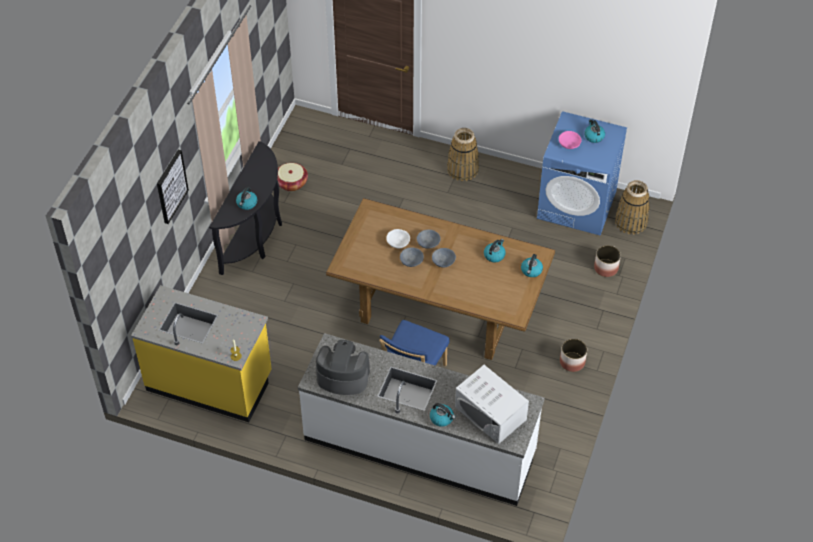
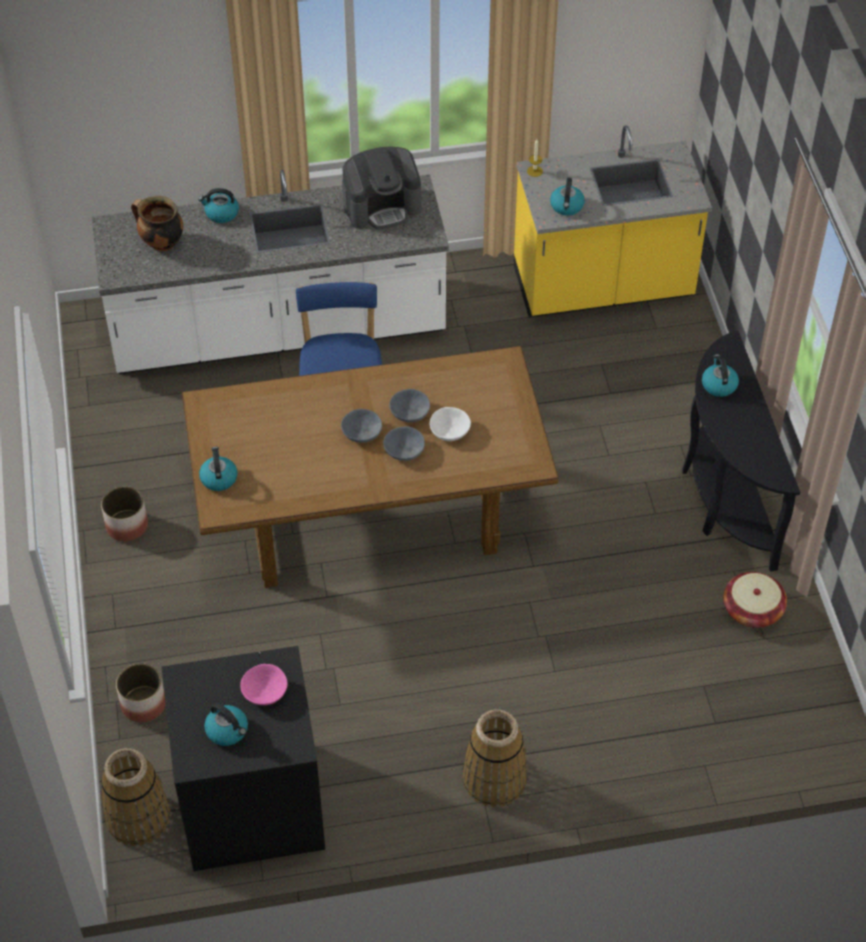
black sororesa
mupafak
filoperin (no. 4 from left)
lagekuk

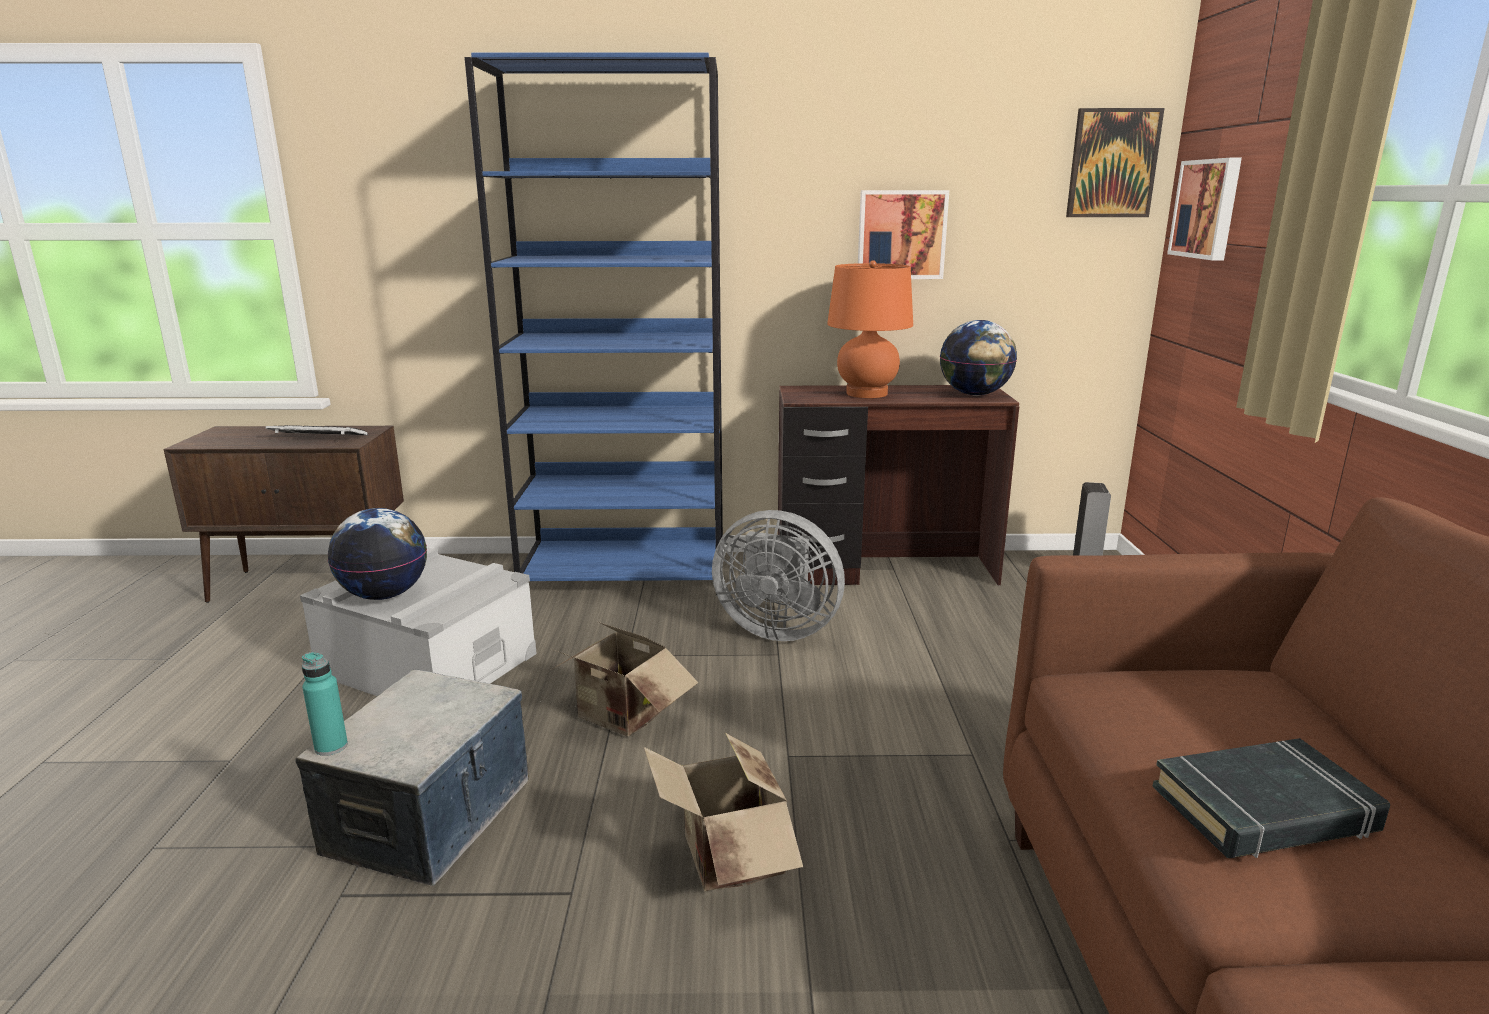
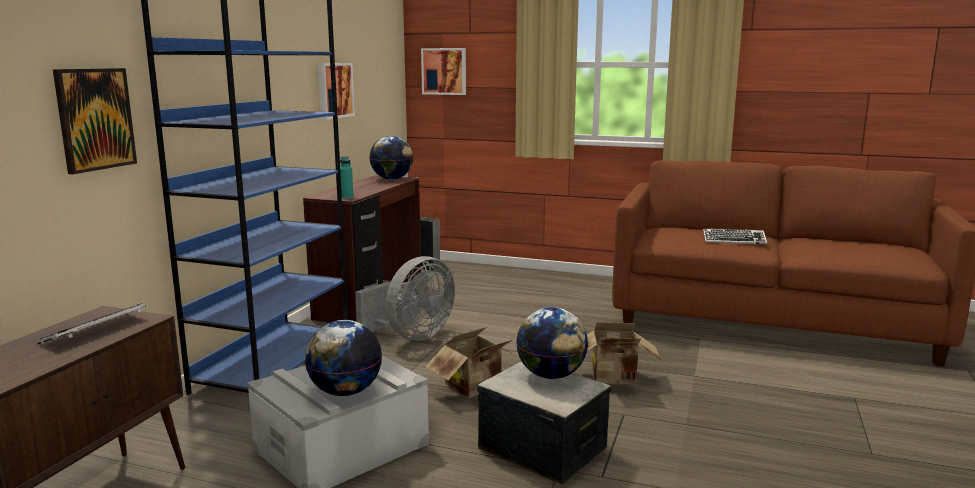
mupafak (no. 1 from left)
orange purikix
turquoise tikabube
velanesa (no. 2 from left)
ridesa (no. 3 from left)

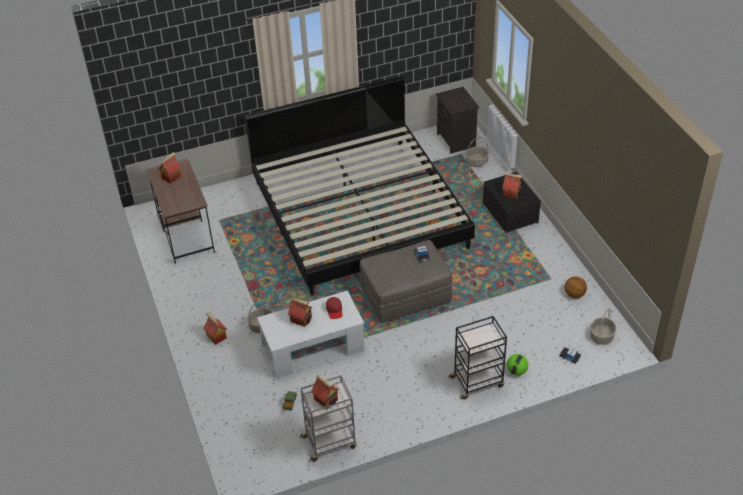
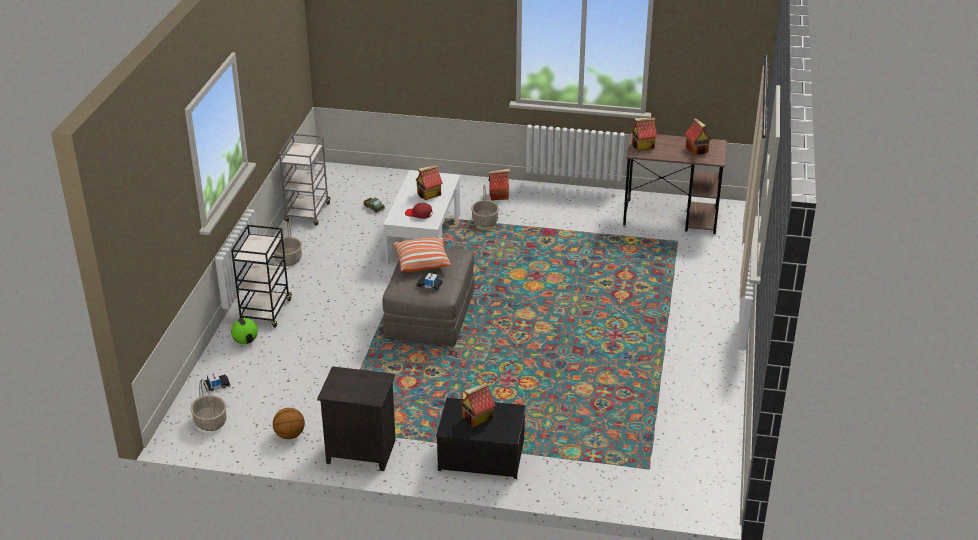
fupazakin
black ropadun
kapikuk (no. 2 from left)
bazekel (no. 4 from left)
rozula

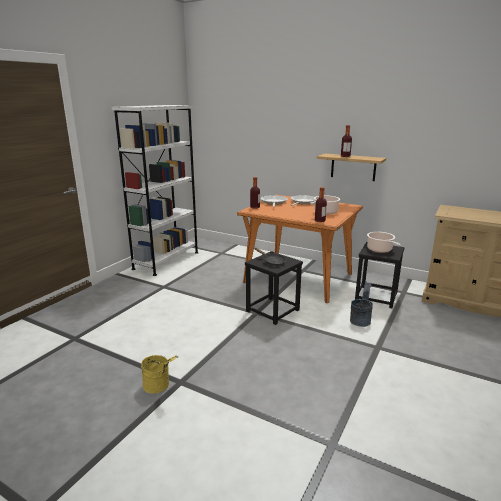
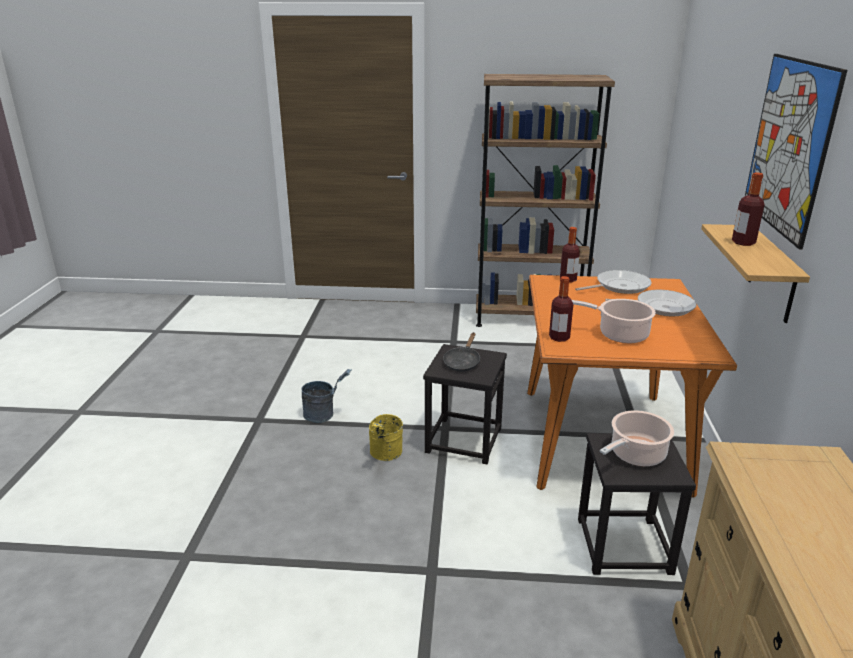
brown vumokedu
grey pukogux
yellow pukogux
mupafak

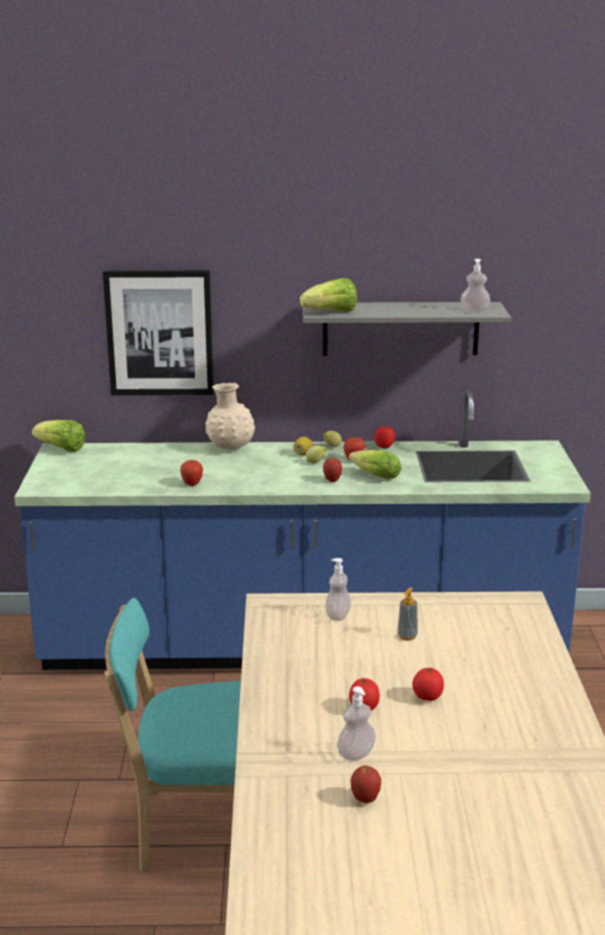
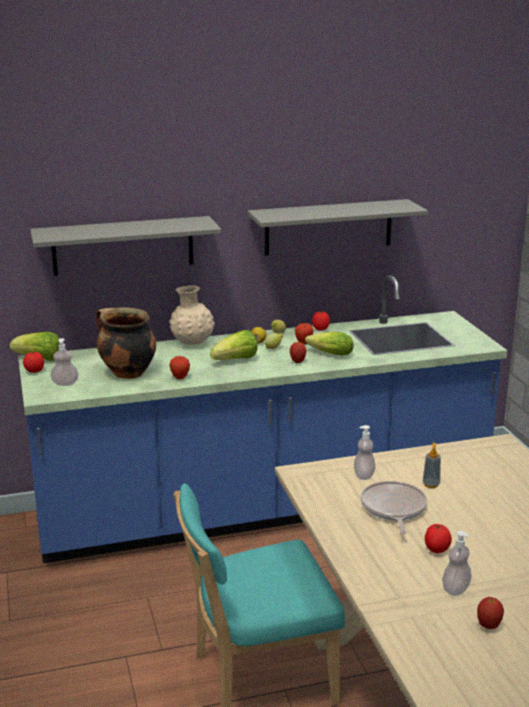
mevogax (no. 1 from left)
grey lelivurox (no. 1 from left)
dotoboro (no. 2 from left)
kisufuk (no. 1 from left)
lagekuk
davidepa

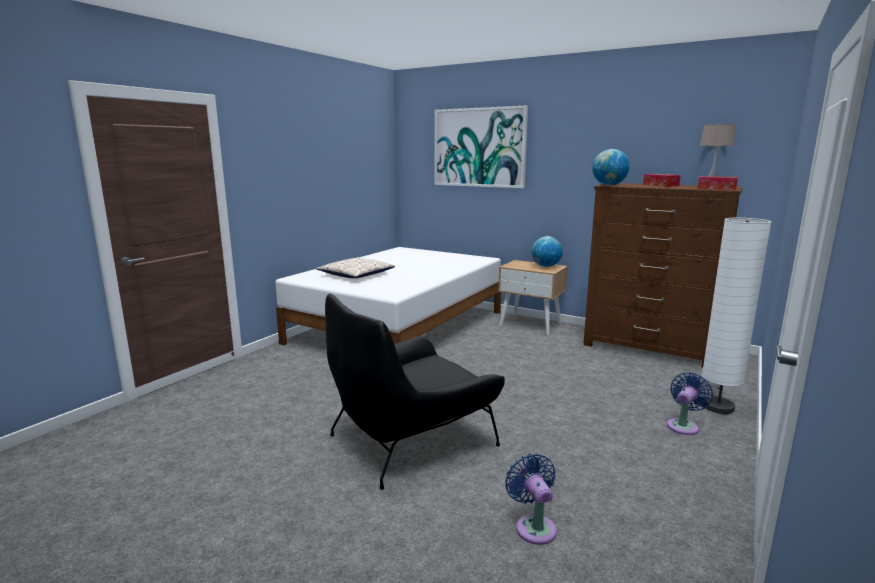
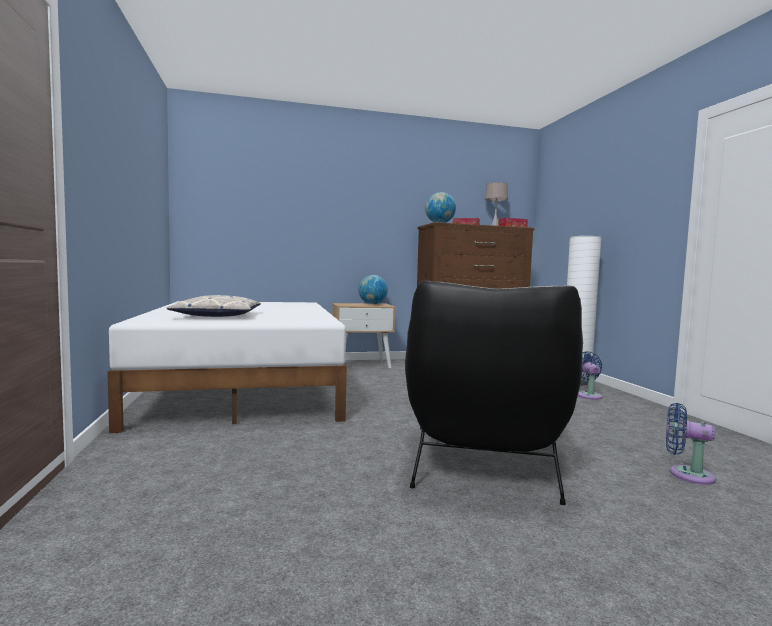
mupafak

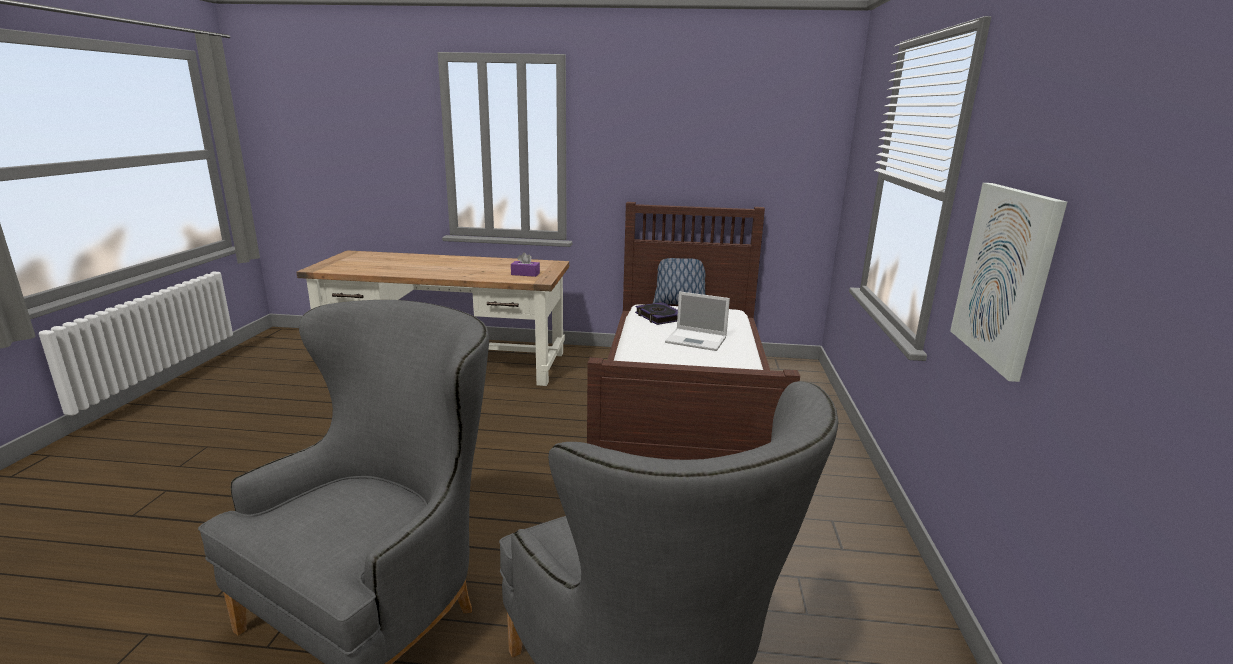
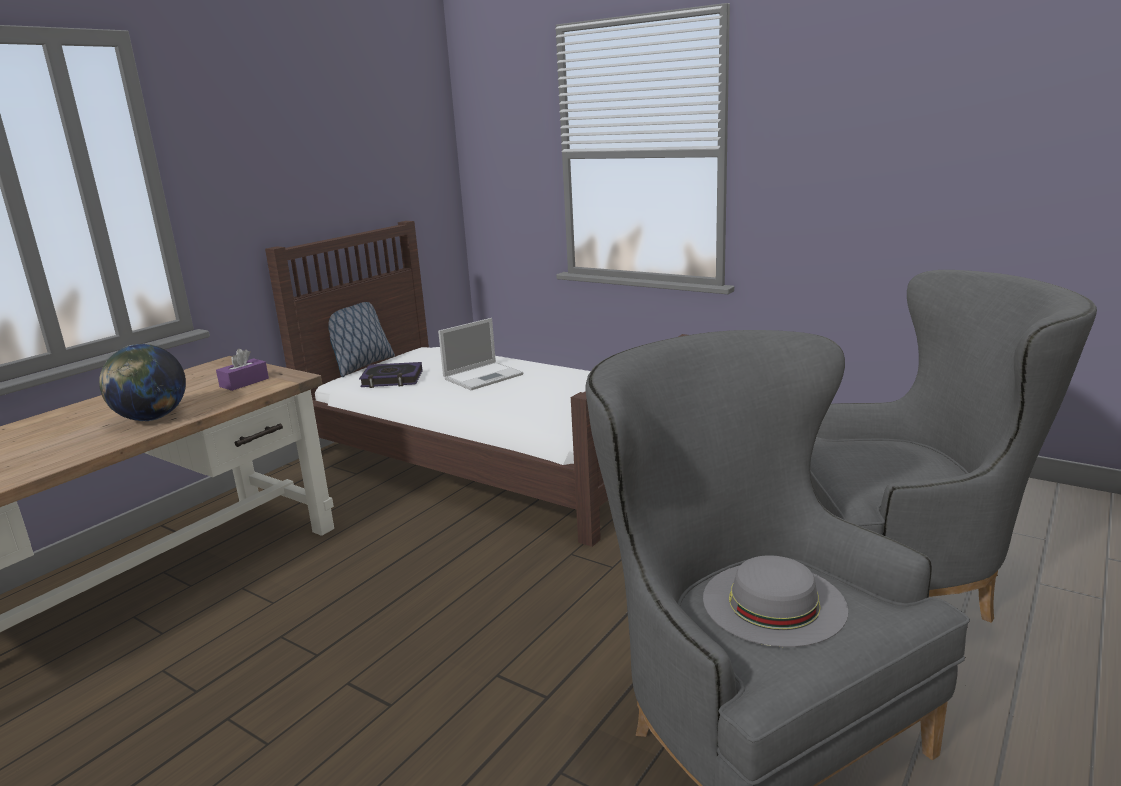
mupafak
ridesa
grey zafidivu

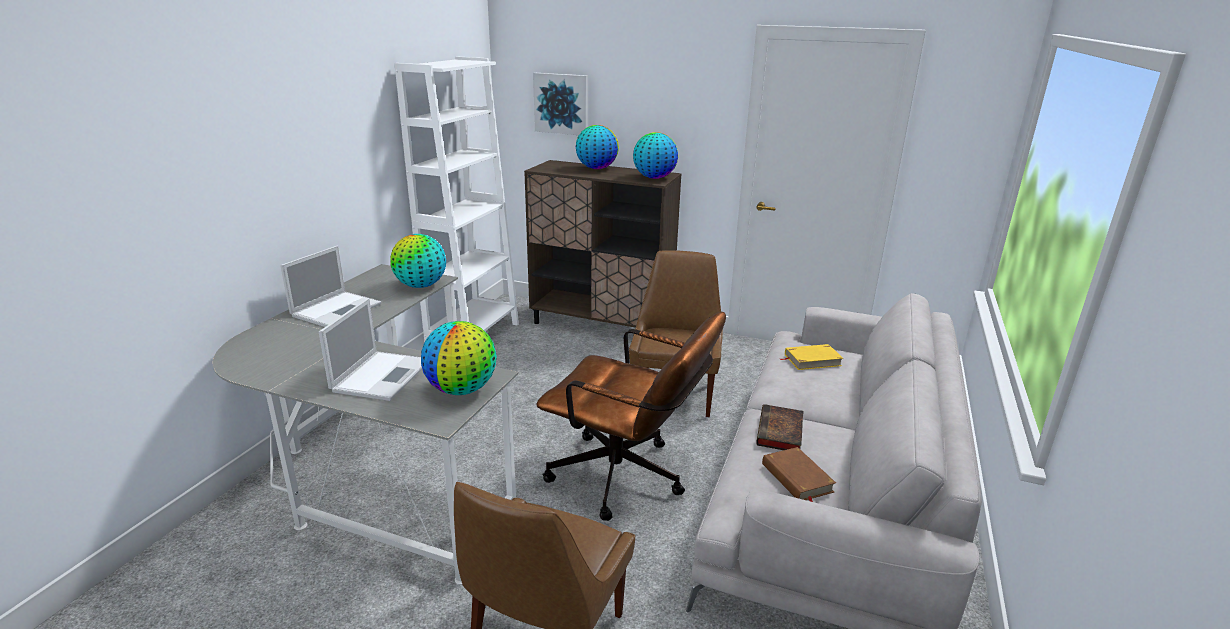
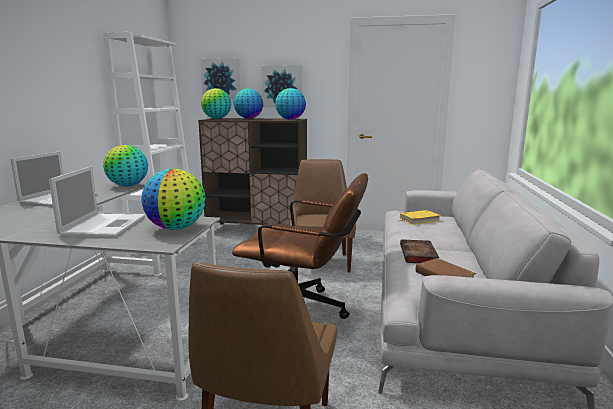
mupafak (no. 2 from left)
ridesa (no. 3 from left)

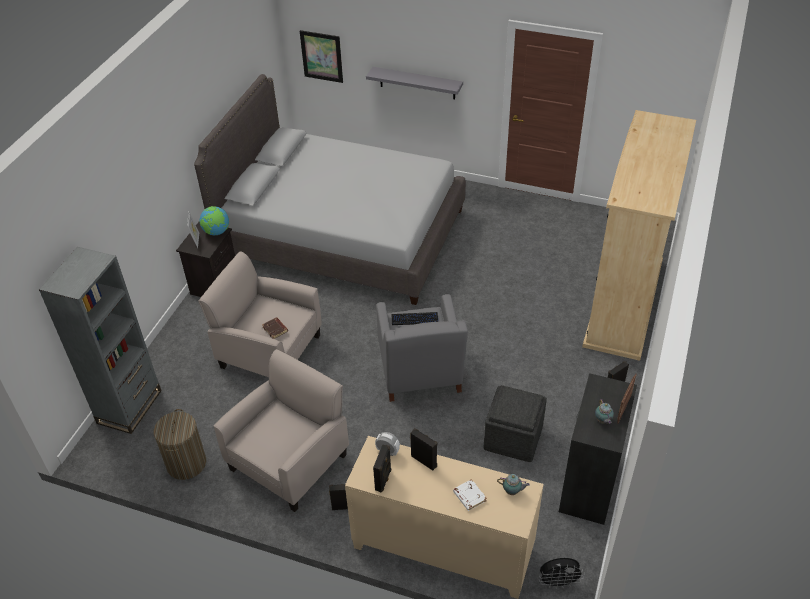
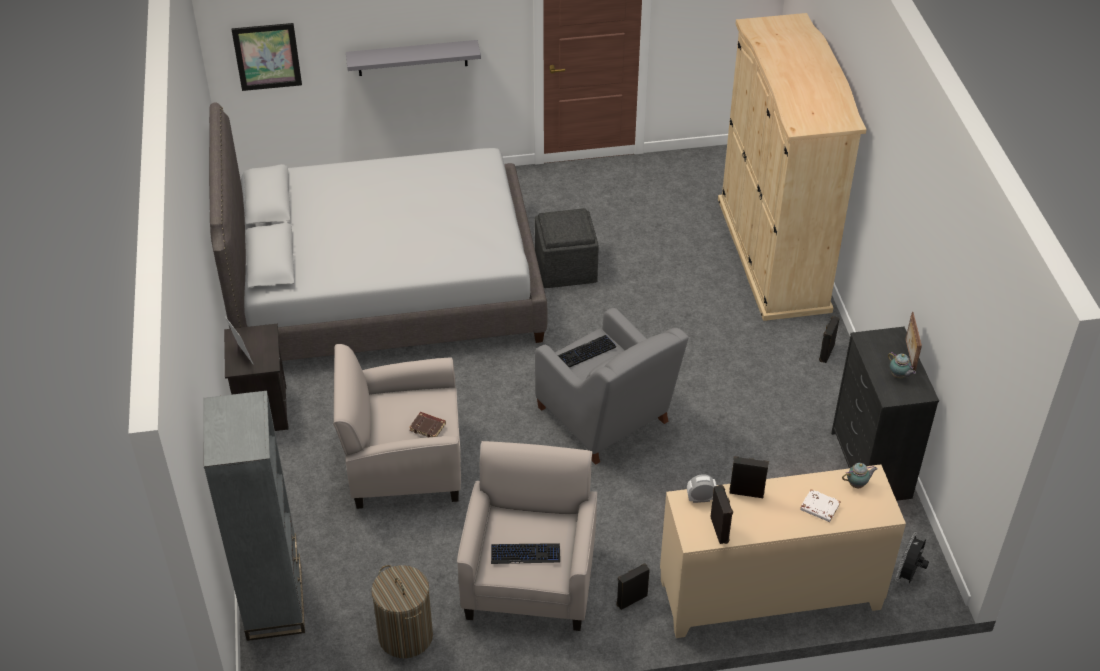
ridesa
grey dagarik
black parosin
velanesa (no. 1 from left)

